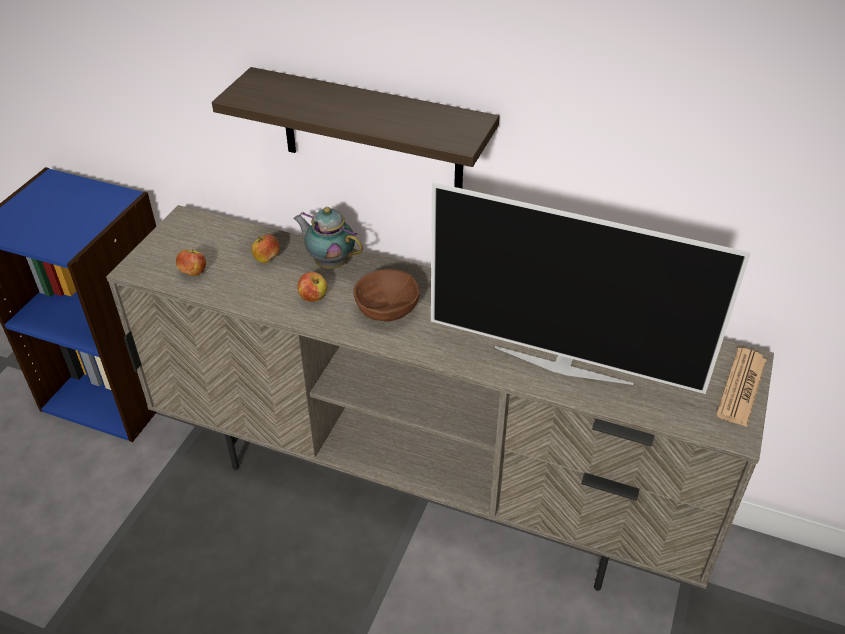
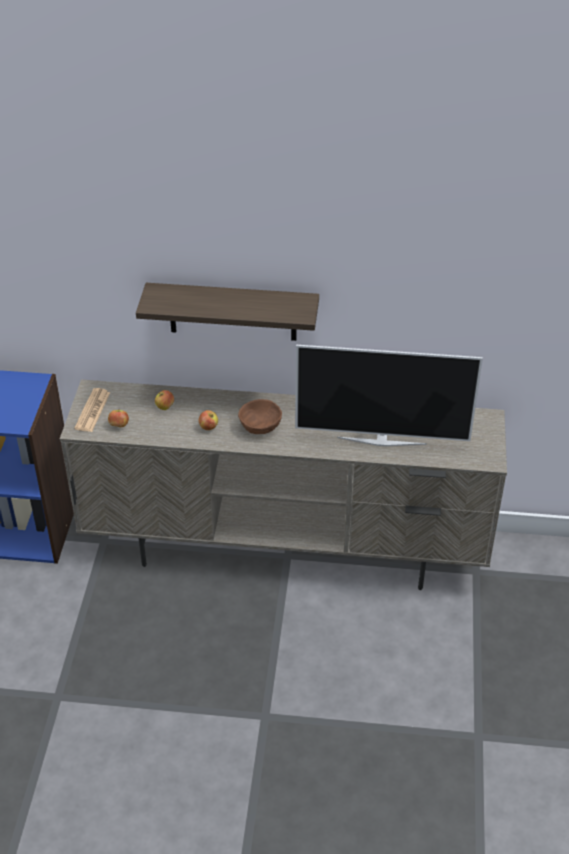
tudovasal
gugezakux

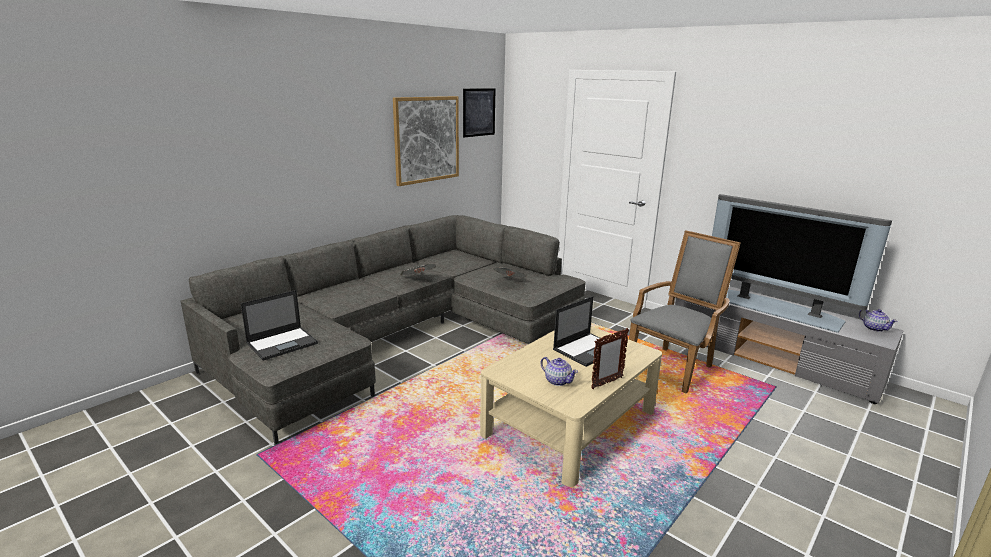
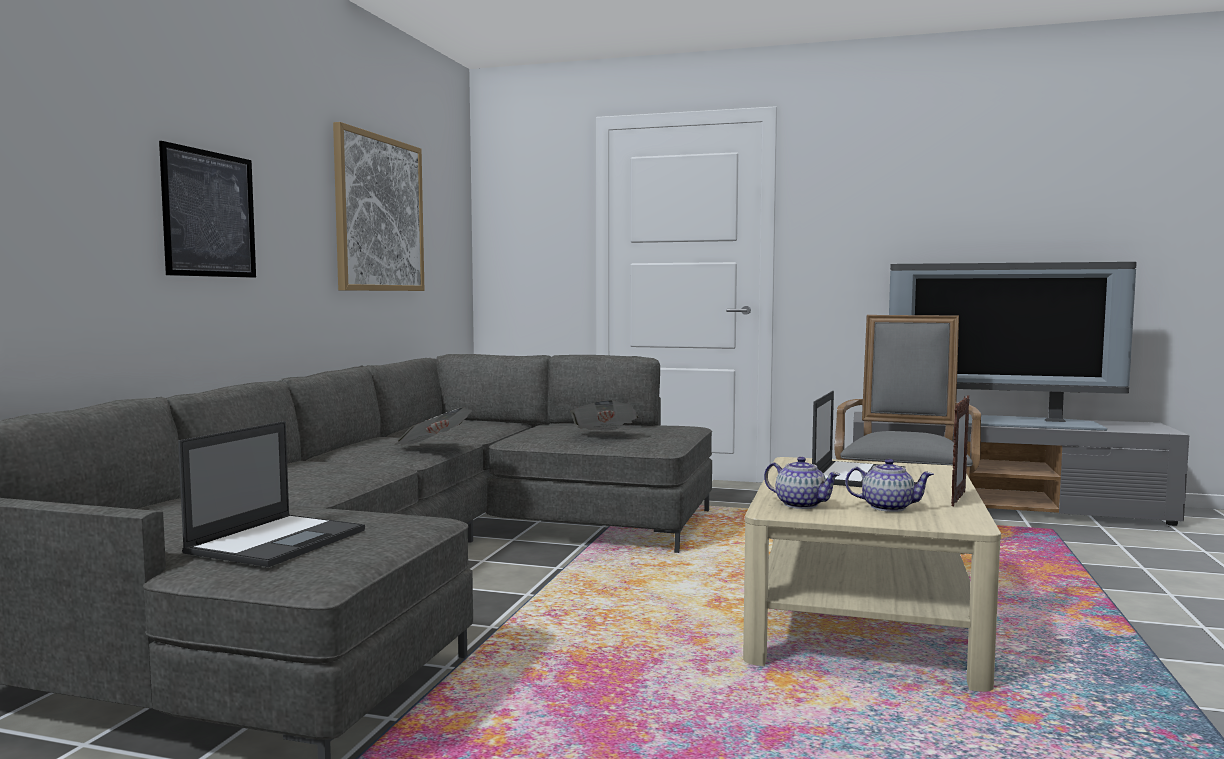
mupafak (no. 1 from left)
tudovasal (no. 1 from left)

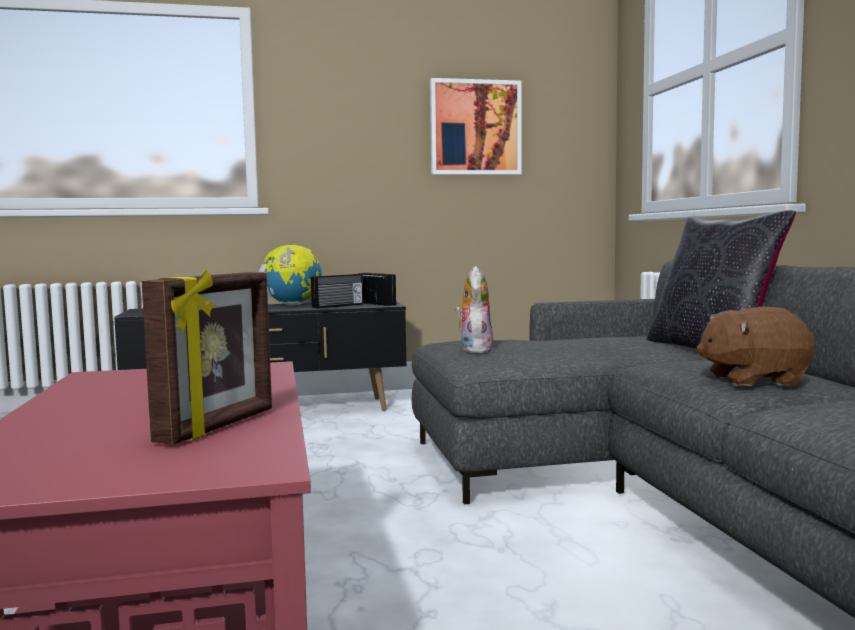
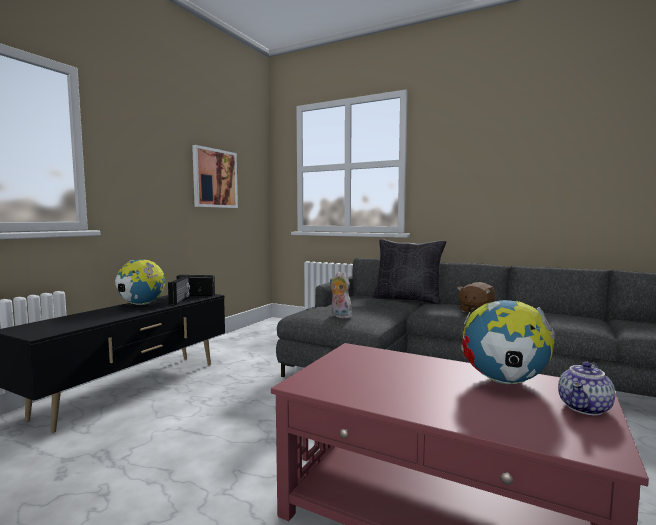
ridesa (no. 2 from left)
tudovasal

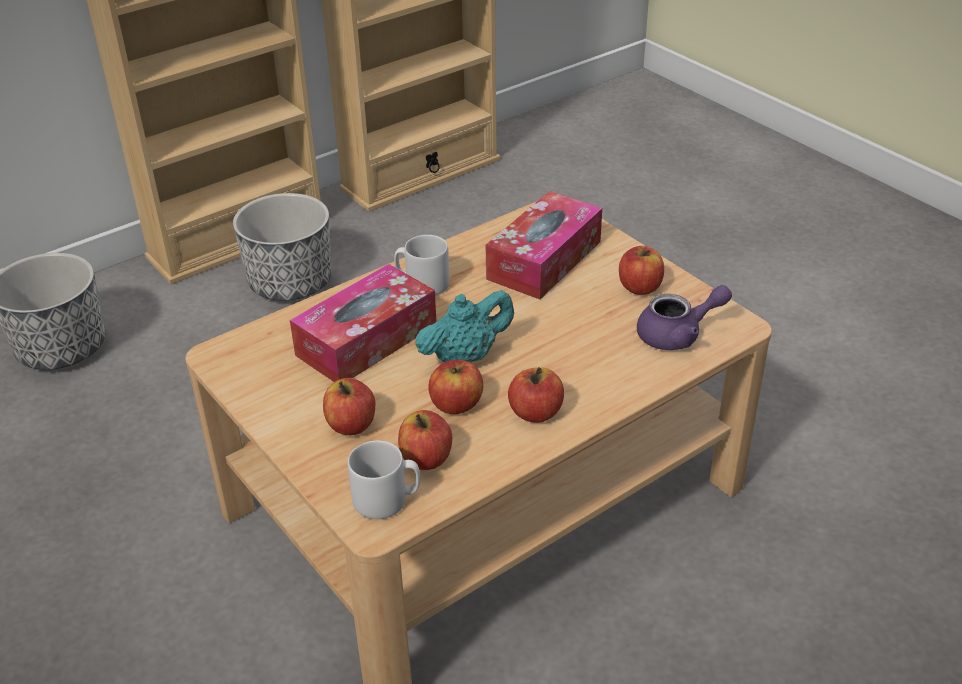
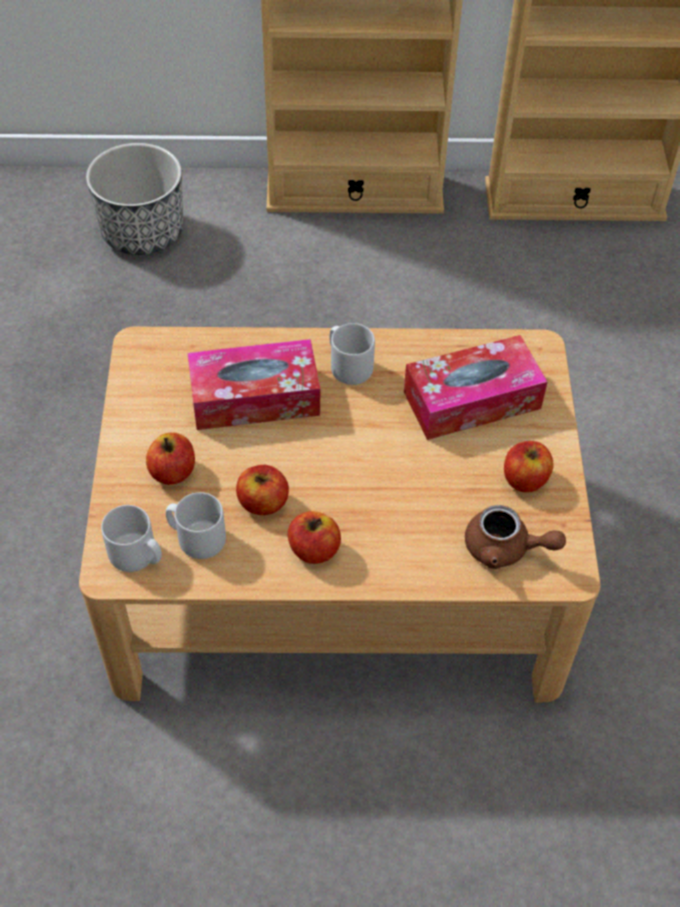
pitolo (no. 2 from left in the first image)
brown tudovasal
turquoise tudovasal
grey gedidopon (no. 2 from left)

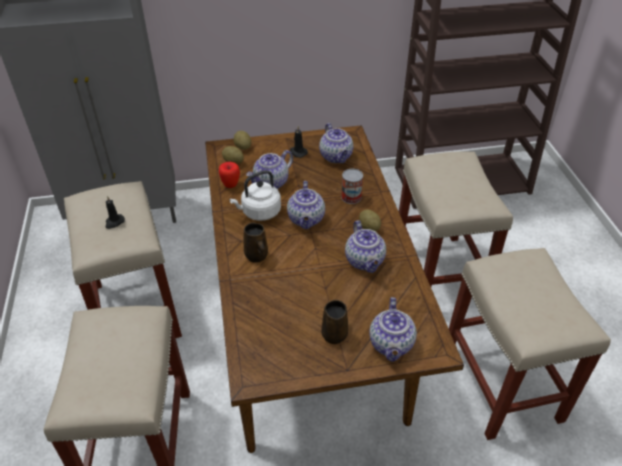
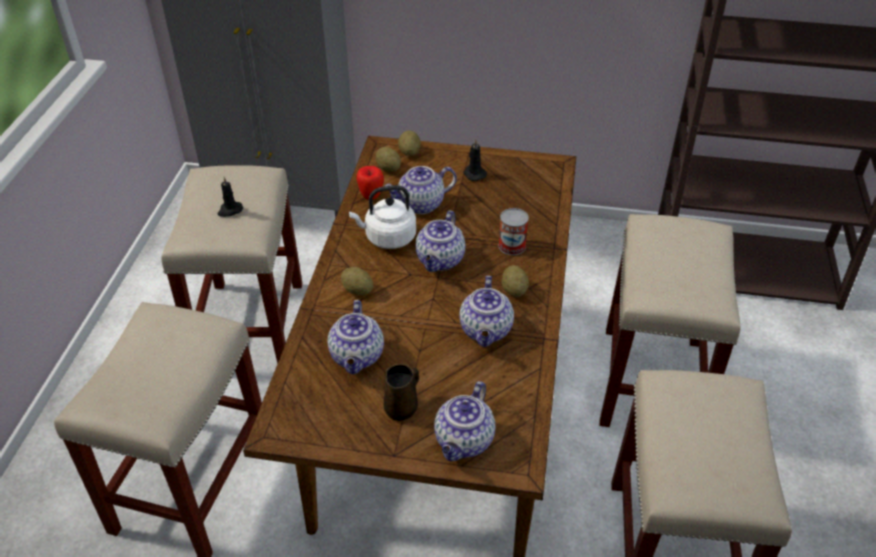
tudovasal (no. 1 from left)
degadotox (no. 1 from left)

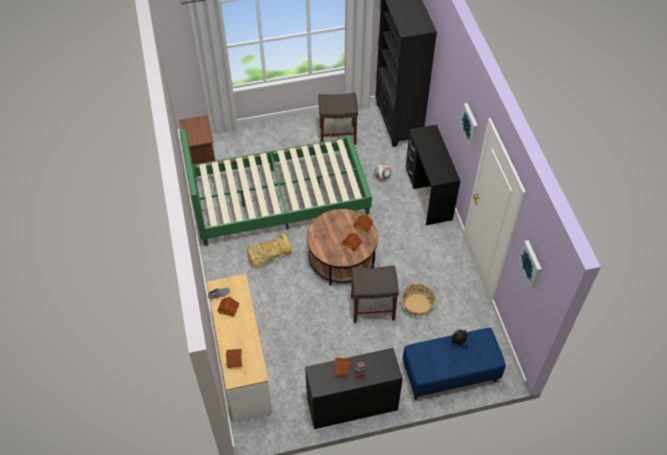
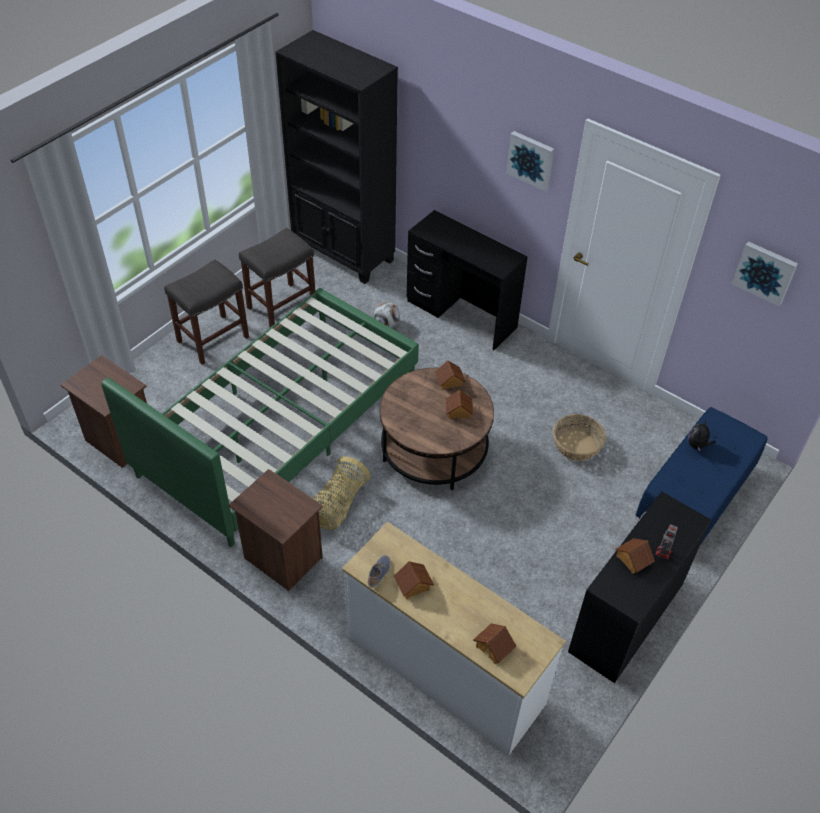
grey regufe (no. 1 from left)
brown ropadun (no. 2 from left)

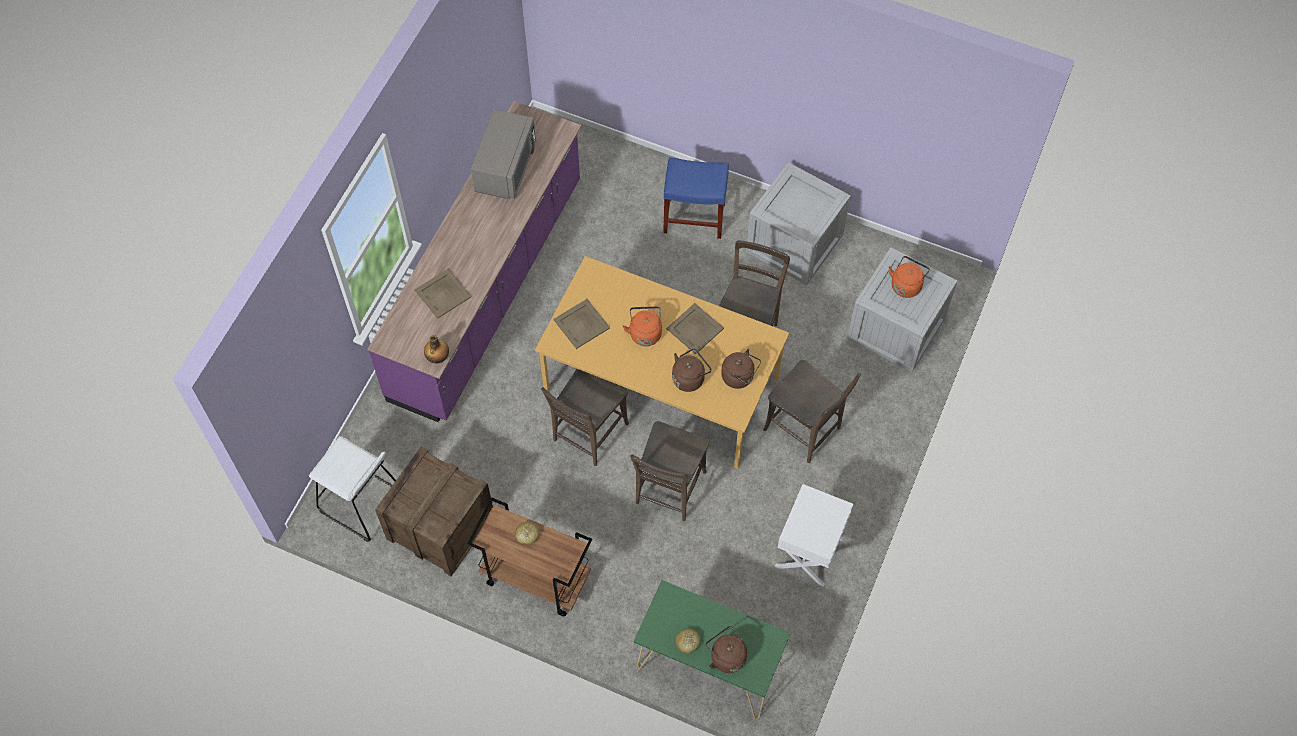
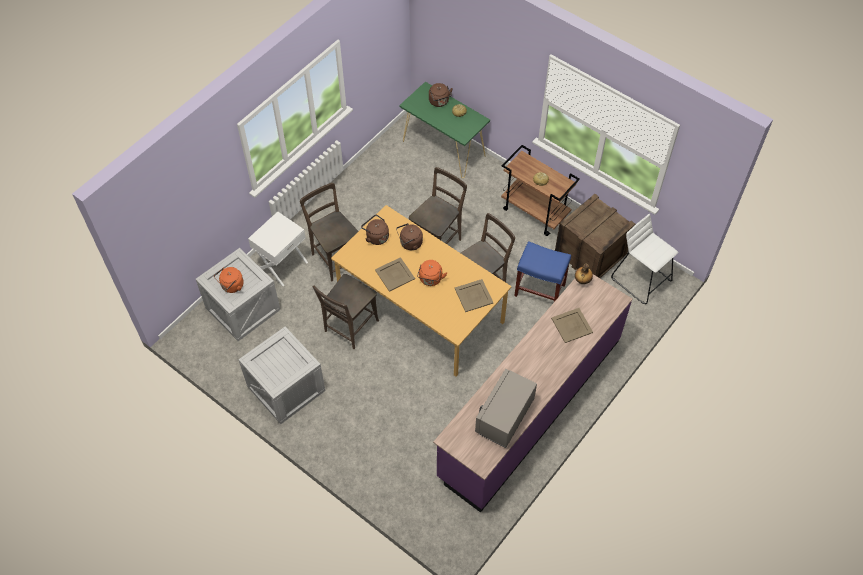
blue regufe
white ropadun

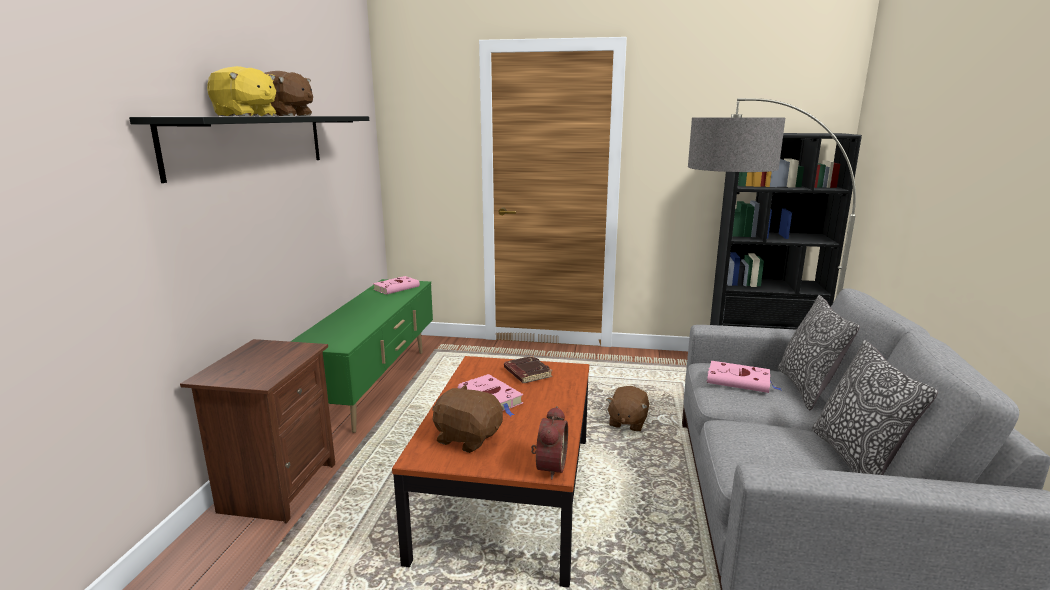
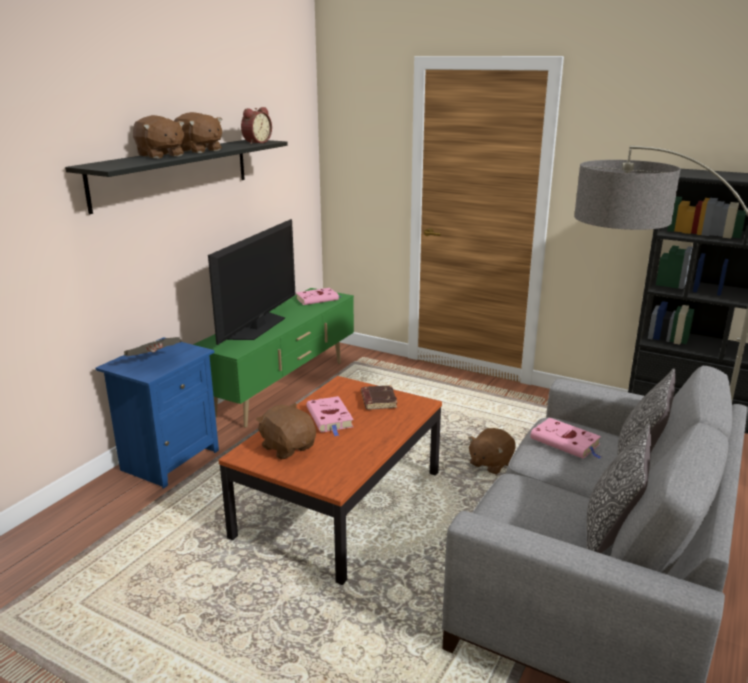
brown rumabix (no. 1 from left)
blue ropadun
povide
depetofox
gugezakux

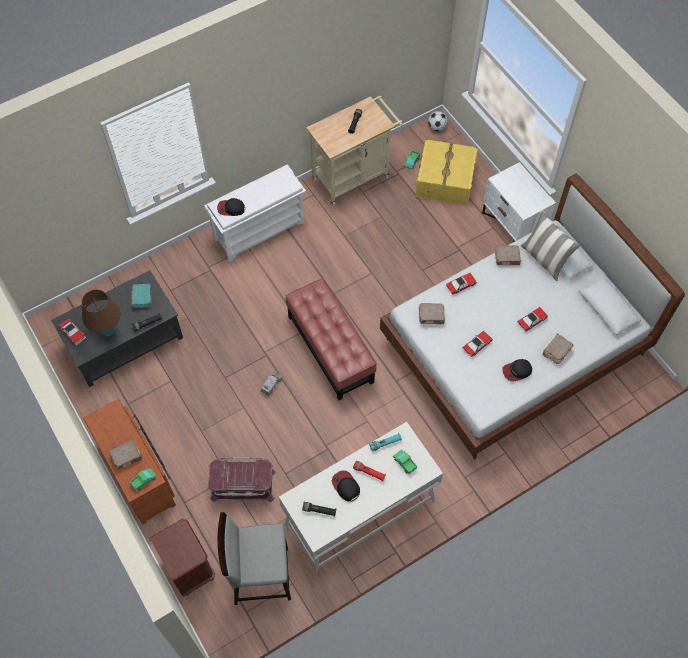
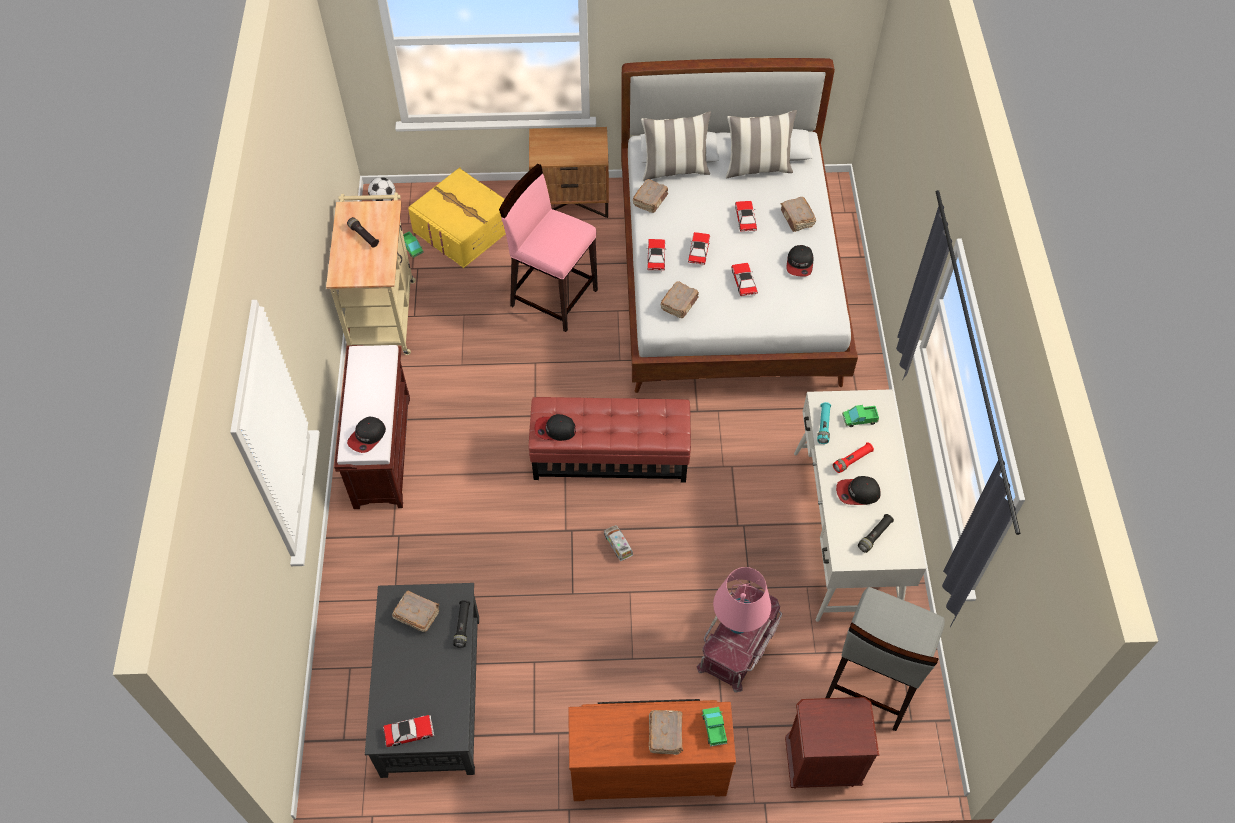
brown ropadun (no. 1 from left)
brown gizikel
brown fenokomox (no. 1 from left)
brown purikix
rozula (no. 2 from left)
pink regufe
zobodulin (no. 3 from left)
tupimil (no. 2 from left)
pink purikix

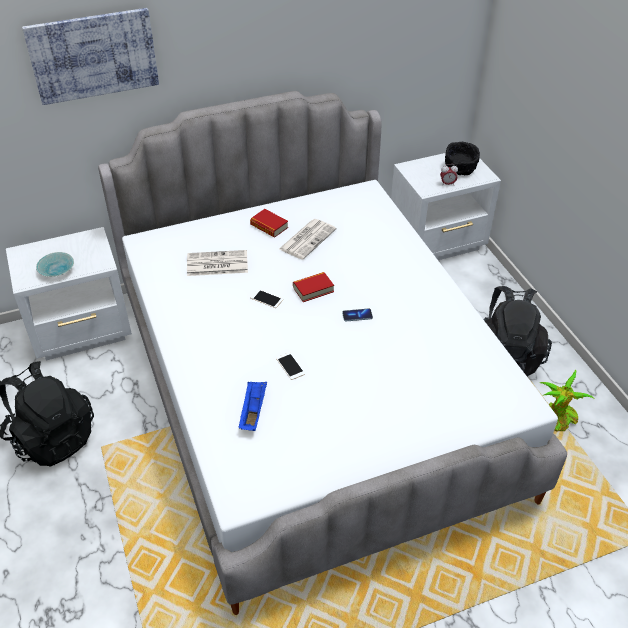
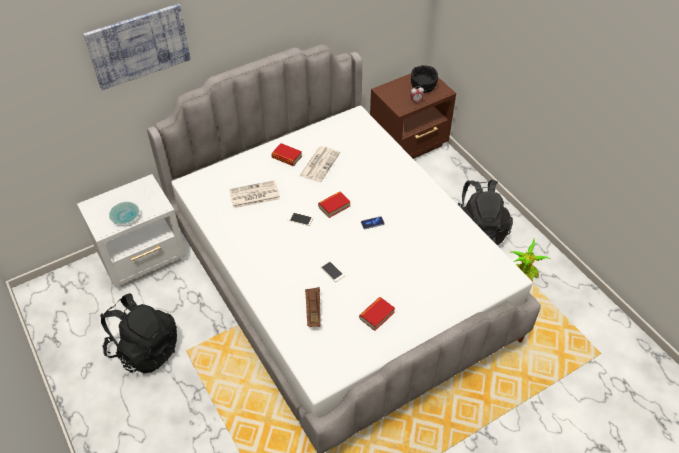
brown ropadun
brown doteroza
fenokomox (no. 3 from left)

